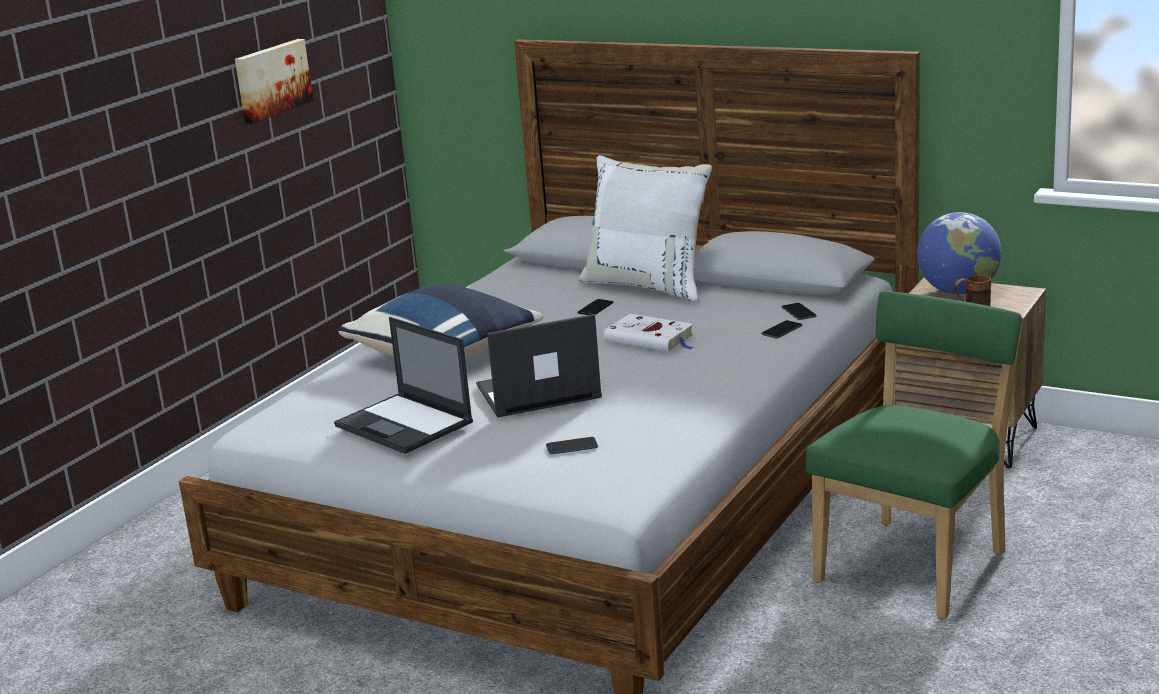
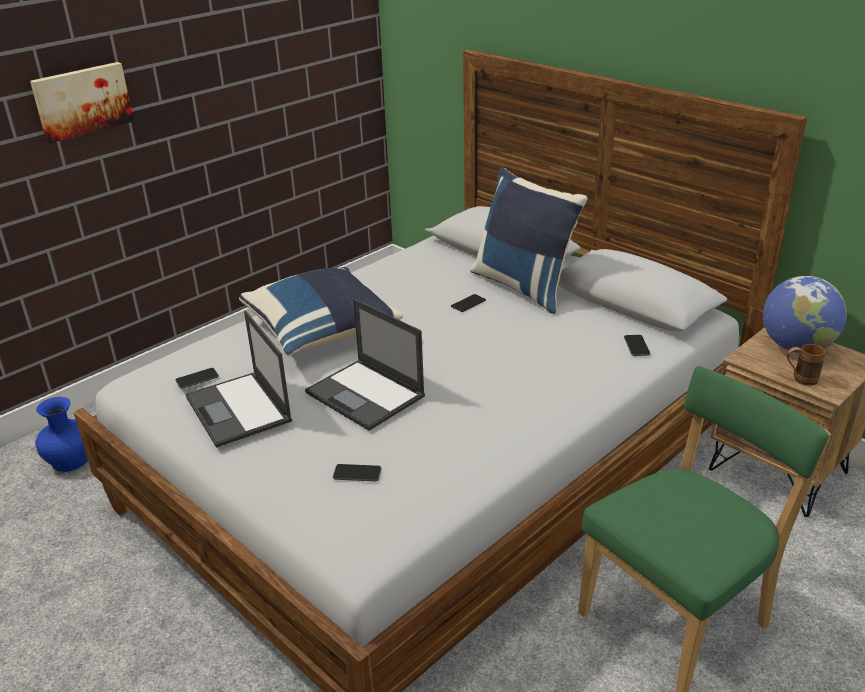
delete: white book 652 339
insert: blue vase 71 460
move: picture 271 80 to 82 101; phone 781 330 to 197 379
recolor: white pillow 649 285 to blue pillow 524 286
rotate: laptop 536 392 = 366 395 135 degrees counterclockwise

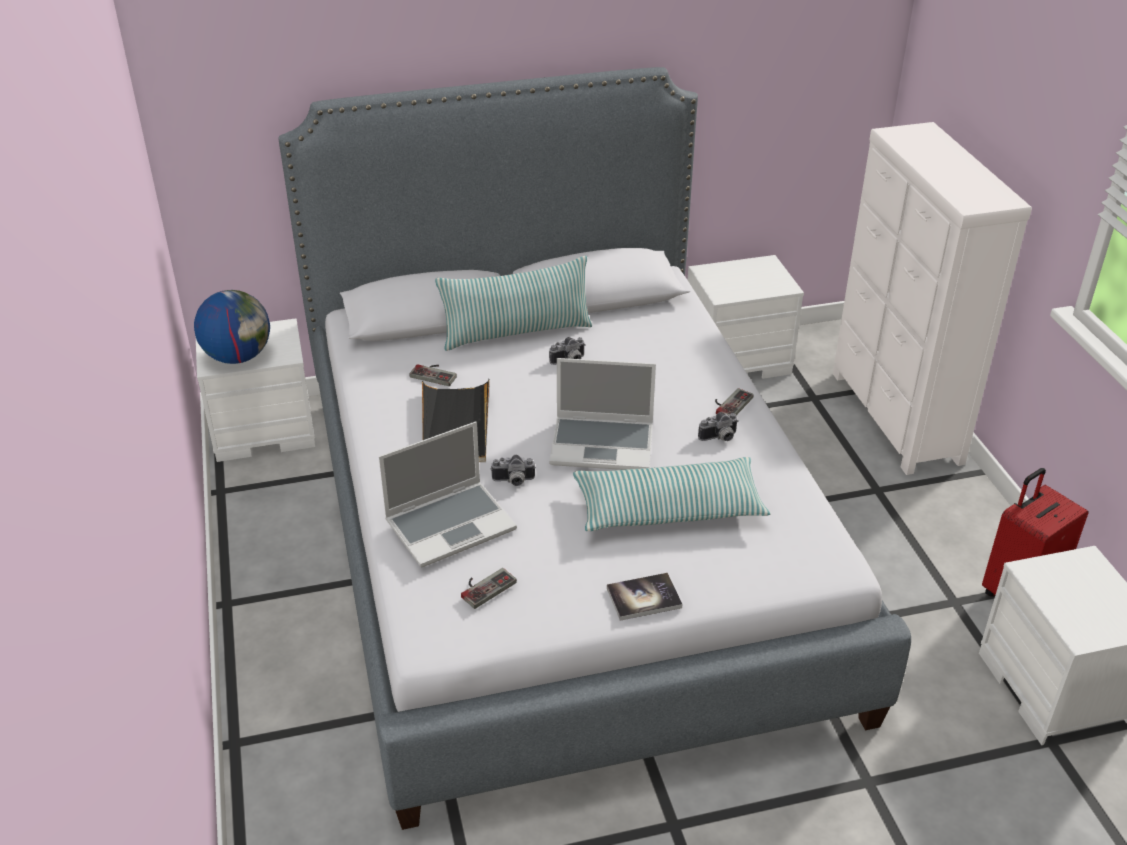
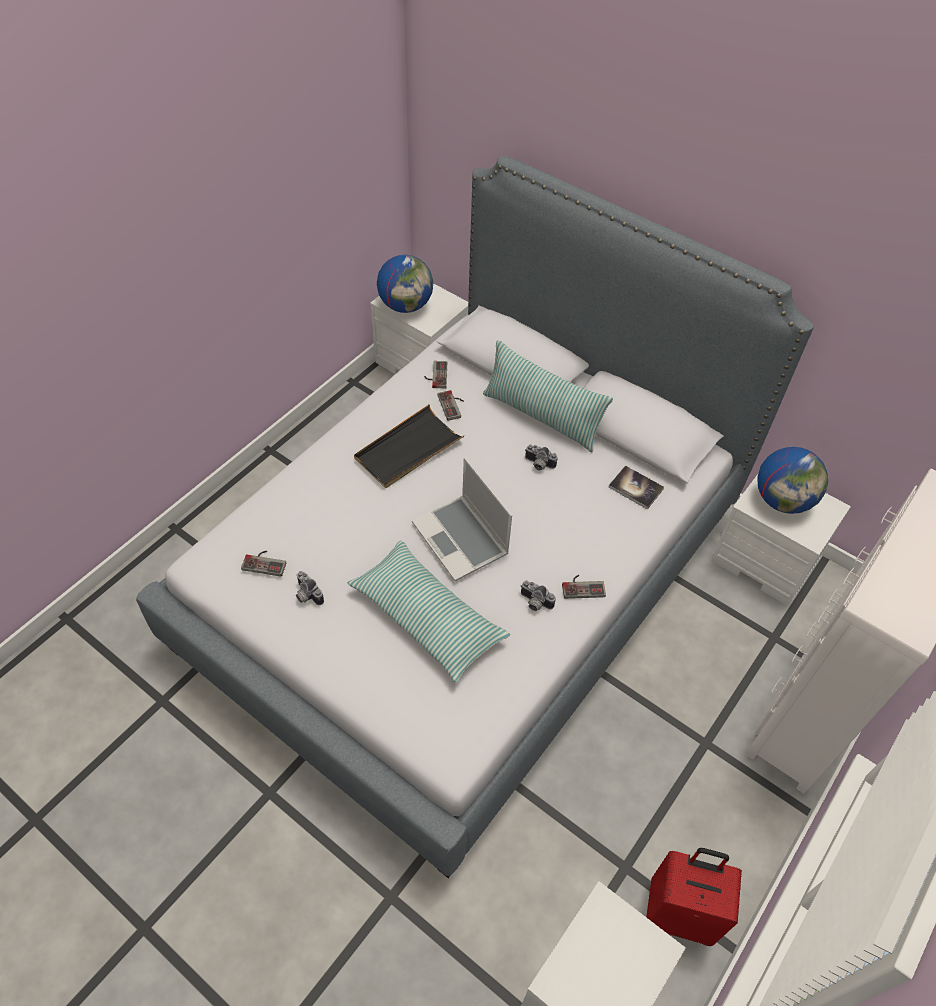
delete: laptop 451 524
insert: game controller 435 375; globe 782 500
move: photo camera 513 481 to 306 595; book 644 598 to 635 488

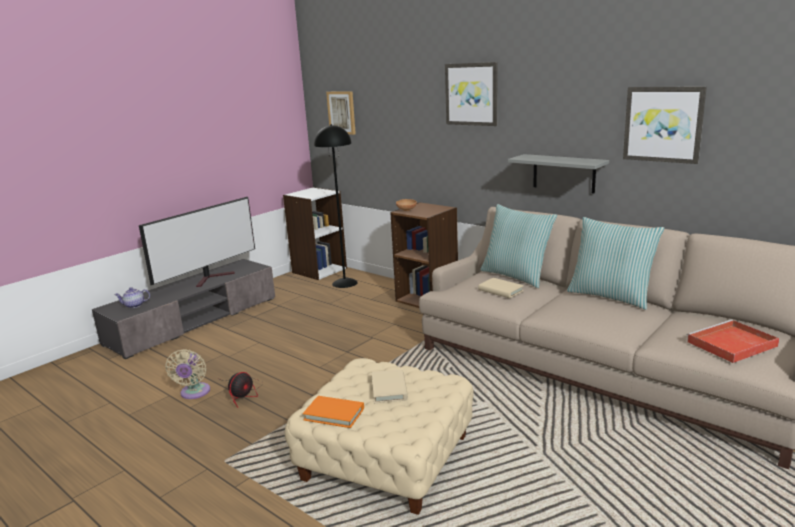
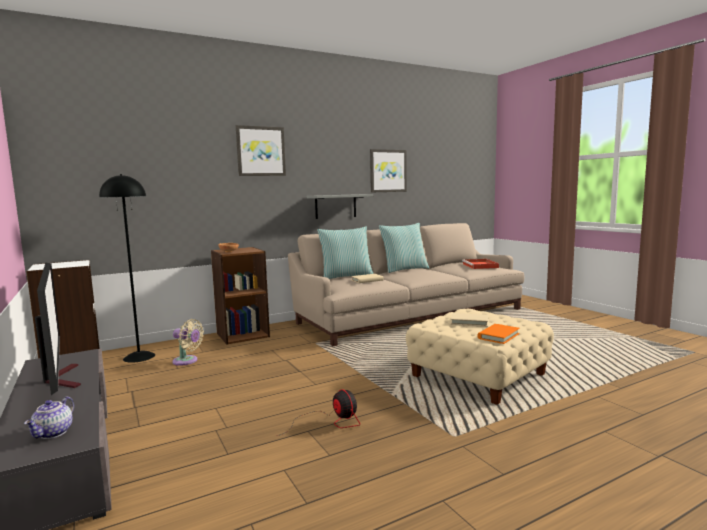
delete: picture 342 112
move: beige fan 194 393 to 187 361

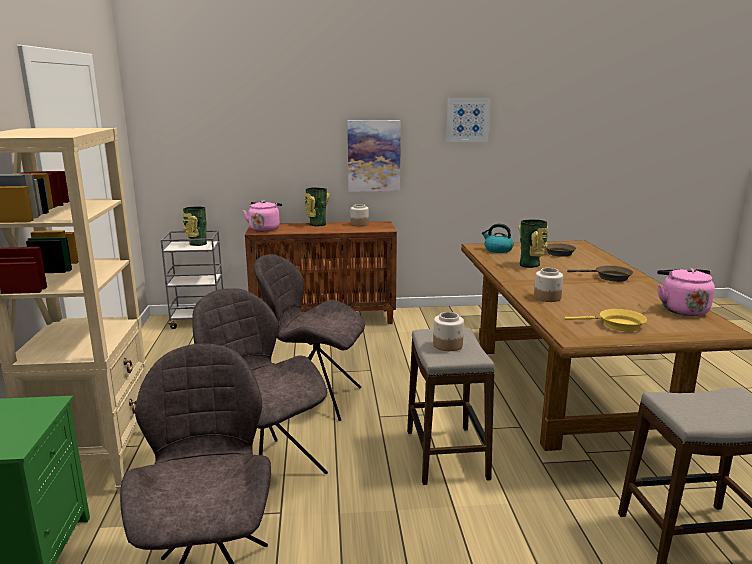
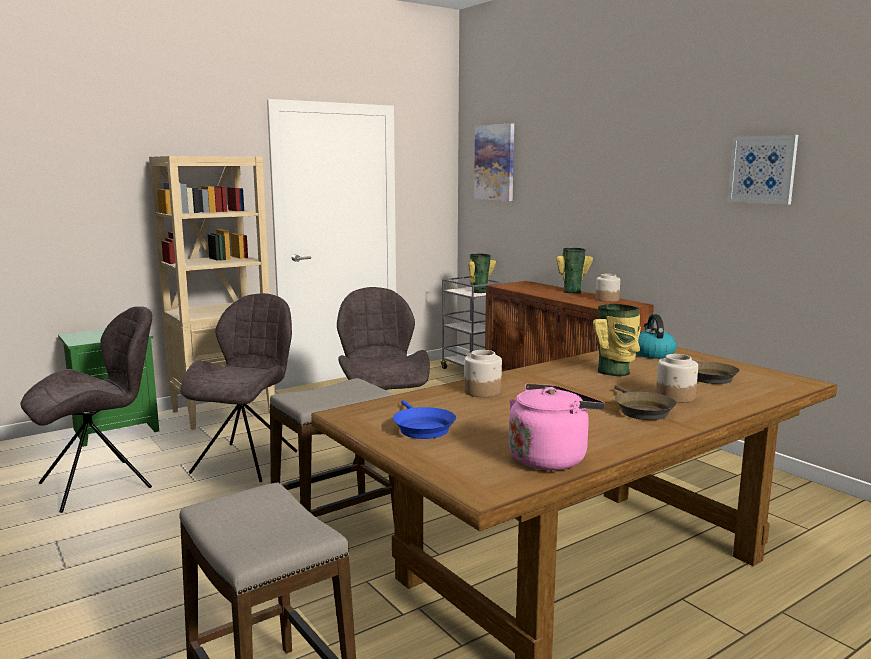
delete: pink kettle 265 229
move: picture 373 156 to 495 162; jar 448 345 to 675 397
recolor: yellow frying pan 617 325 to blue frying pan 422 428

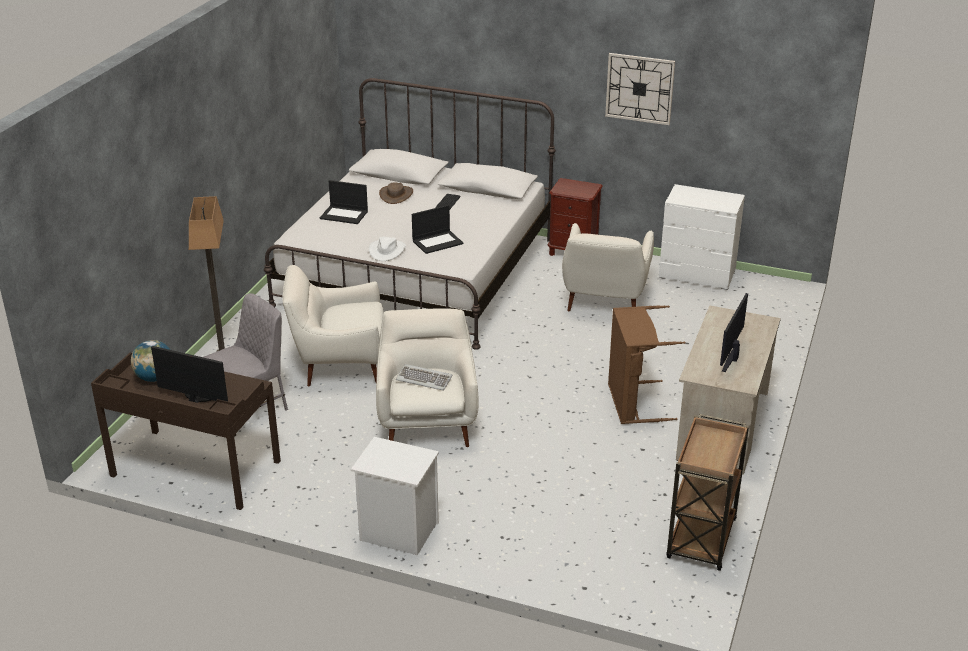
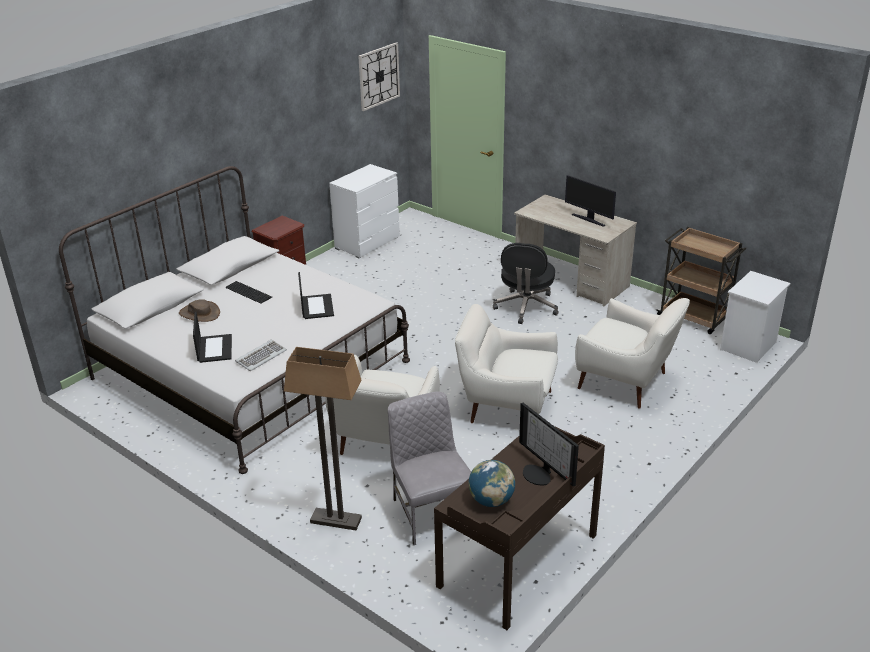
delete: white hat 387 250
move: wall clock 639 88 to 379 76; white armchair 604 301 to 626 382; keyboard 424 379 to 261 357; white nightstand 397 532 to 748 346
replace: brown laundry basket 632 403 to black office chair 526 307
rotate: laptop 344 215 = 214 348 45 degrees counterclockwise; monitor 197 397 = 540 474 75 degrees counterclockwise

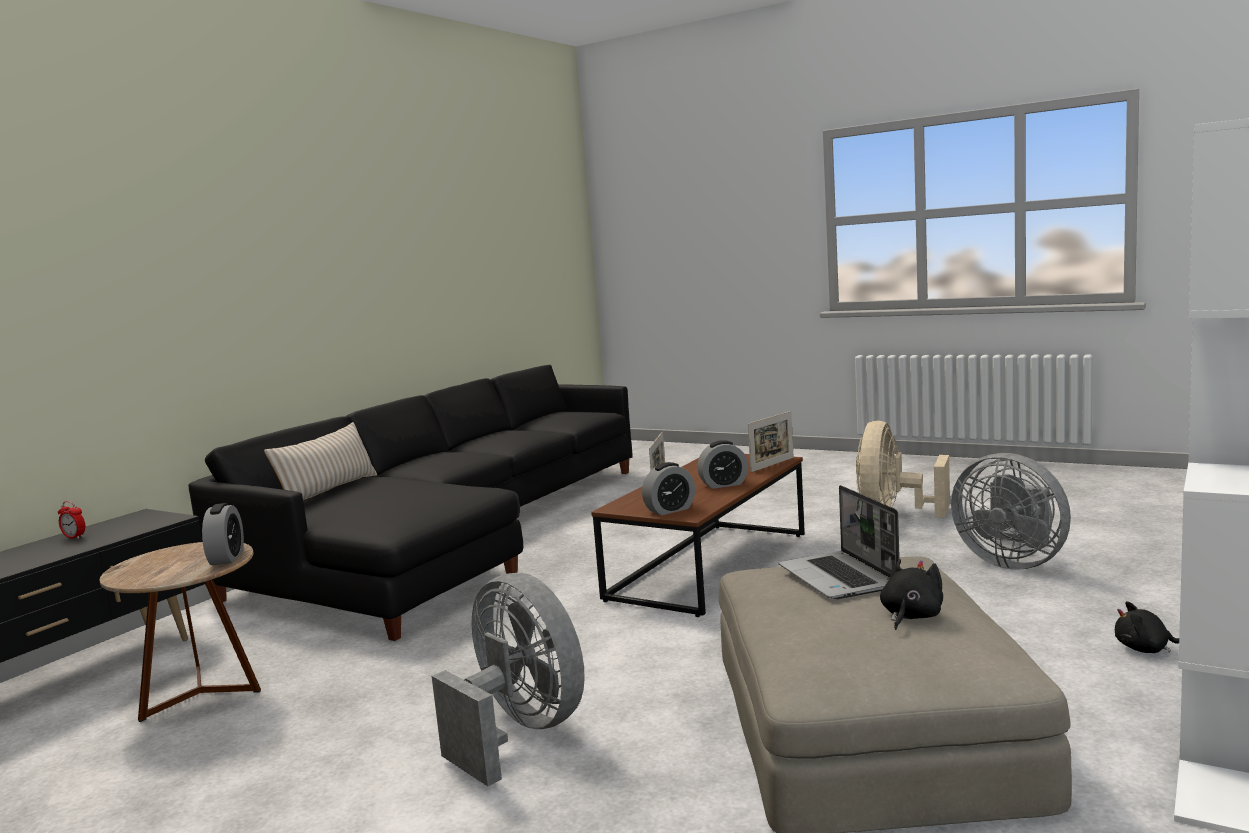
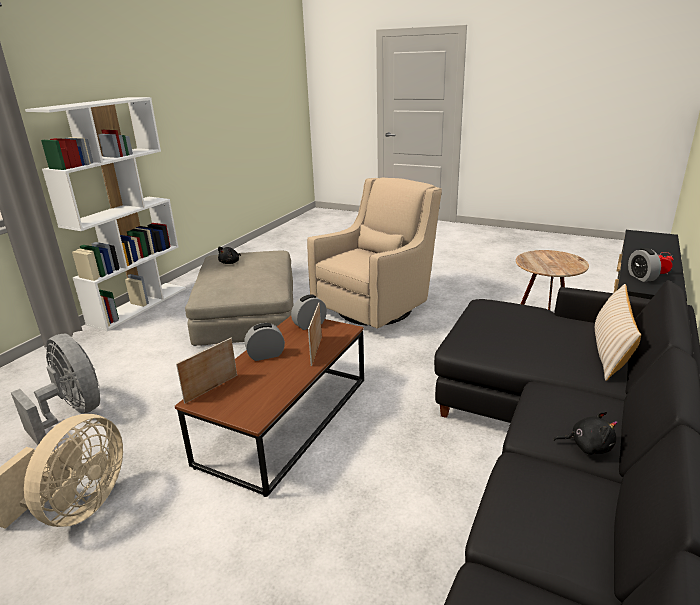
delete: laptop 839 578
move: alarm clock 227 558 to 641 277; black plush toy 1146 649 to 587 446
replace: grey fan 519 732 to beige armchair 377 307

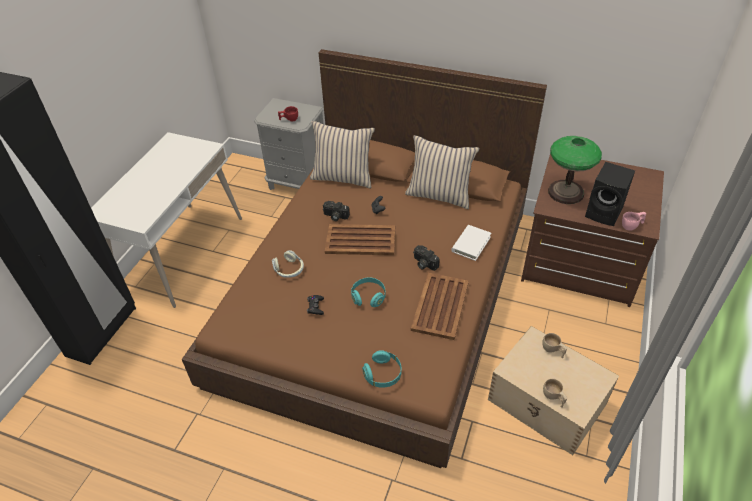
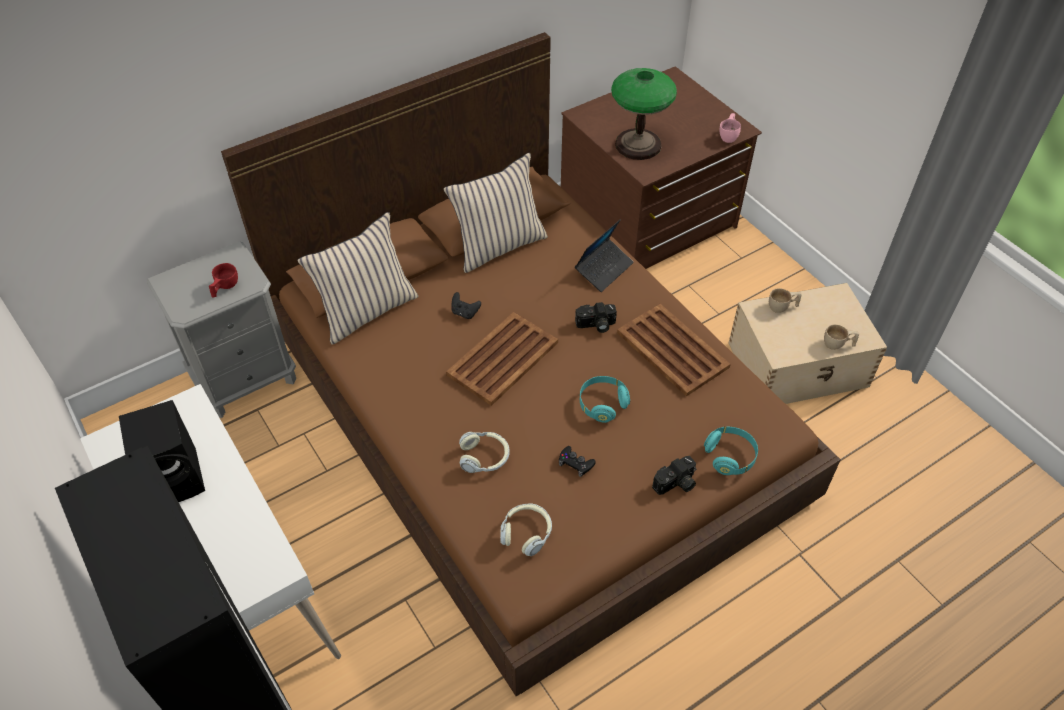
insert: headphones 526 533
move: black speaker 605 213 to 178 477; photo camera 335 216 to 676 484
replace: white book 471 244 to laptop 604 269

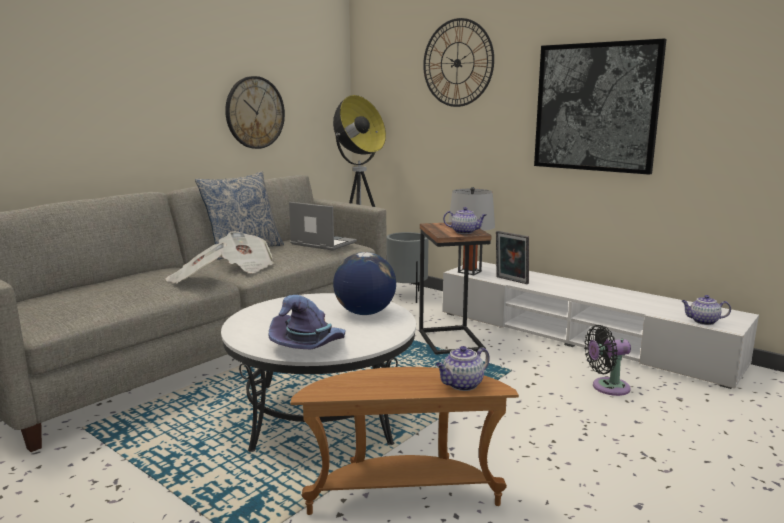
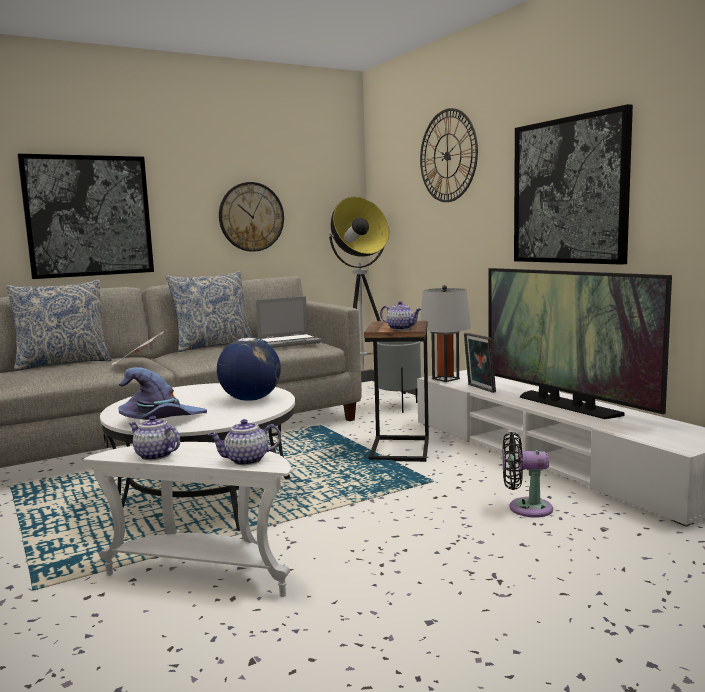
delete: newspaper 247 266
insert: picture 89 216; television 567 405; pillow 63 363
move: teapot 703 321 to 154 455
recolor: brown side table 402 494 to white side table 204 573
rotate: laptop 322 243 = 289 342 105 degrees clockwise

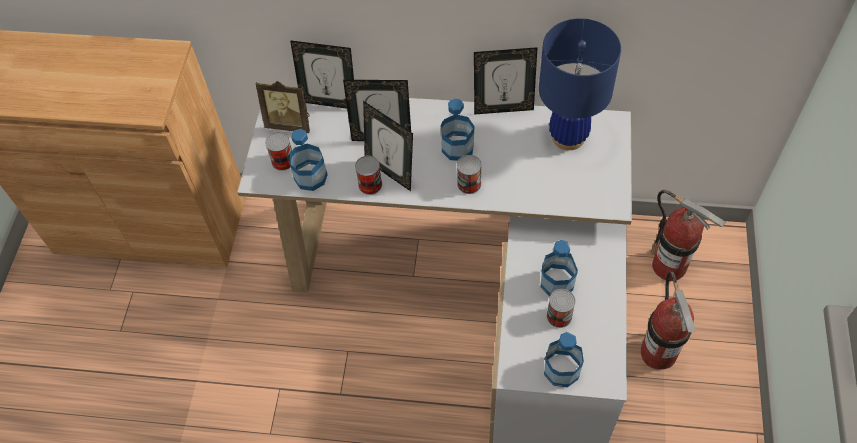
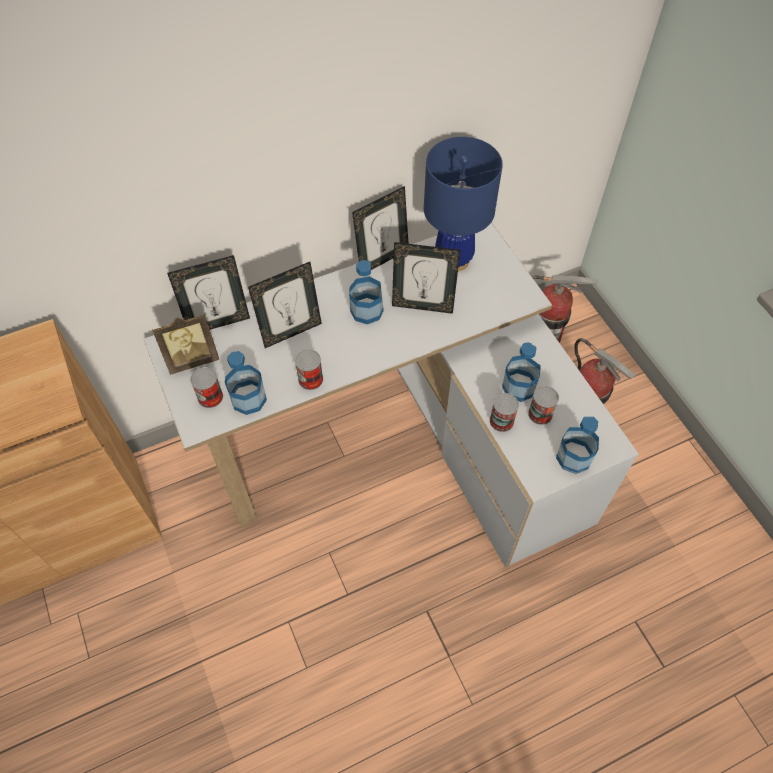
move: picture frame 390 172 to 422 305; can 469 184 to 501 421

